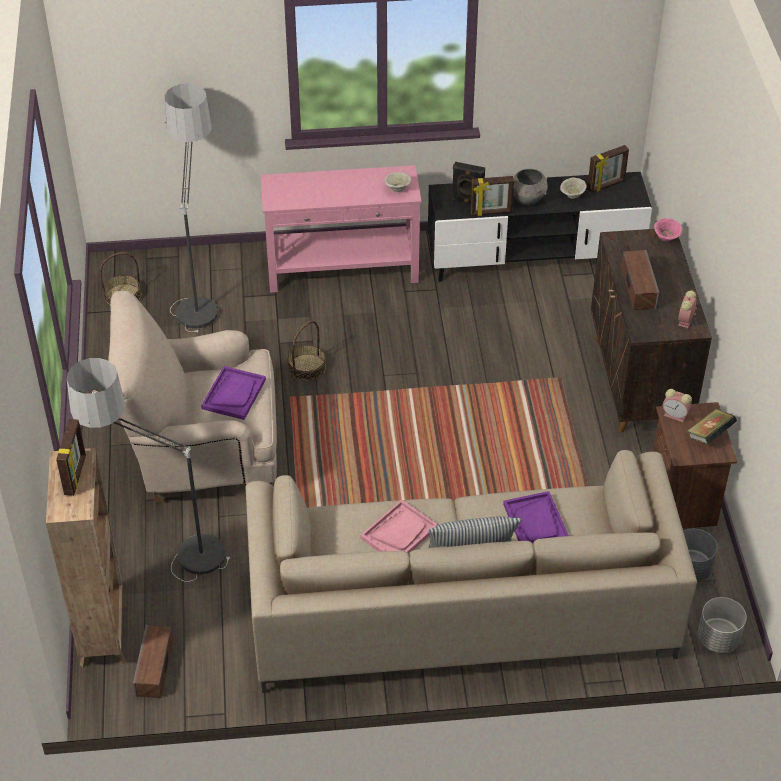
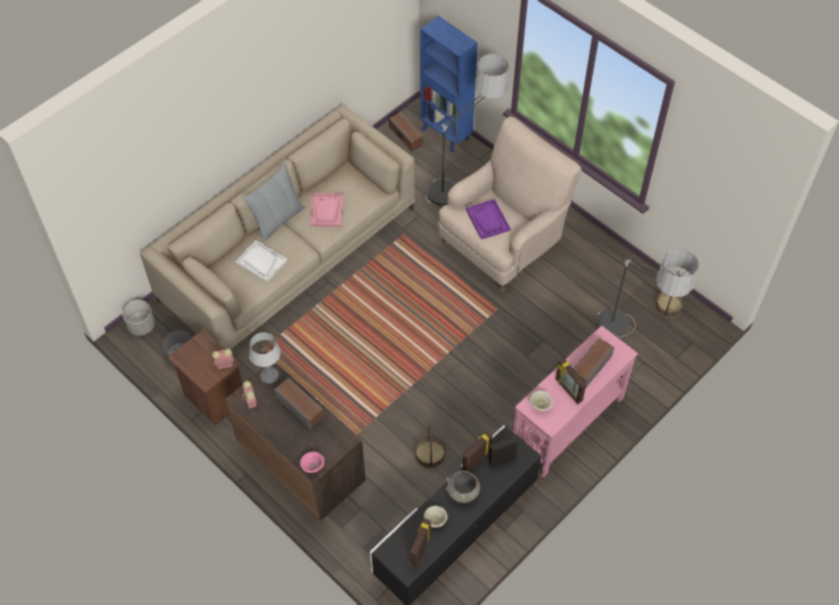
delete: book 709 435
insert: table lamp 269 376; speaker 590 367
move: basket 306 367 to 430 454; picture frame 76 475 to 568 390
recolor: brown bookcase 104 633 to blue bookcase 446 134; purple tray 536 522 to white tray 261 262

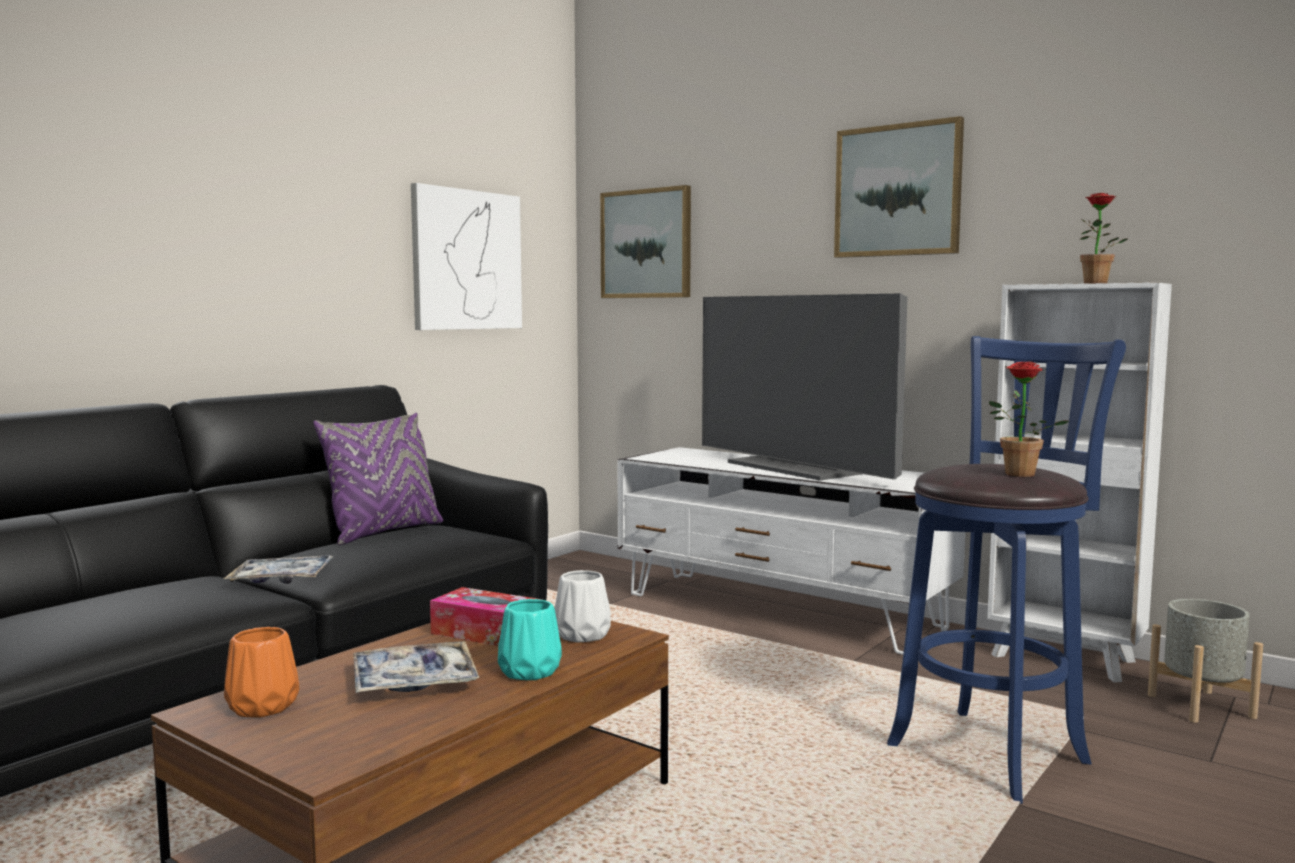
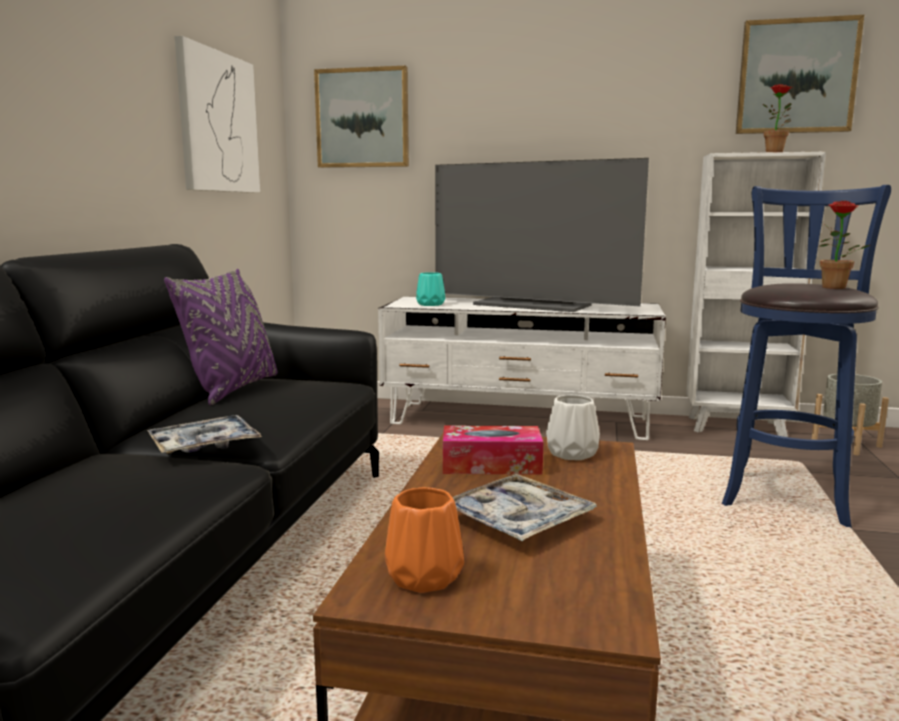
move: picture 898 191 to 796 77; turquoise vase 529 672 to 430 304

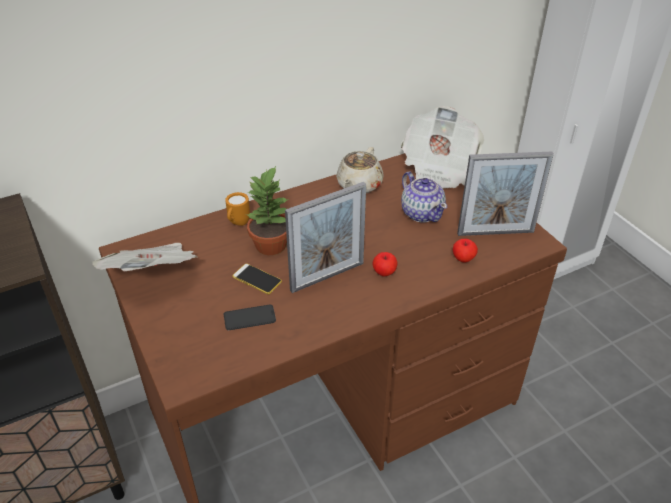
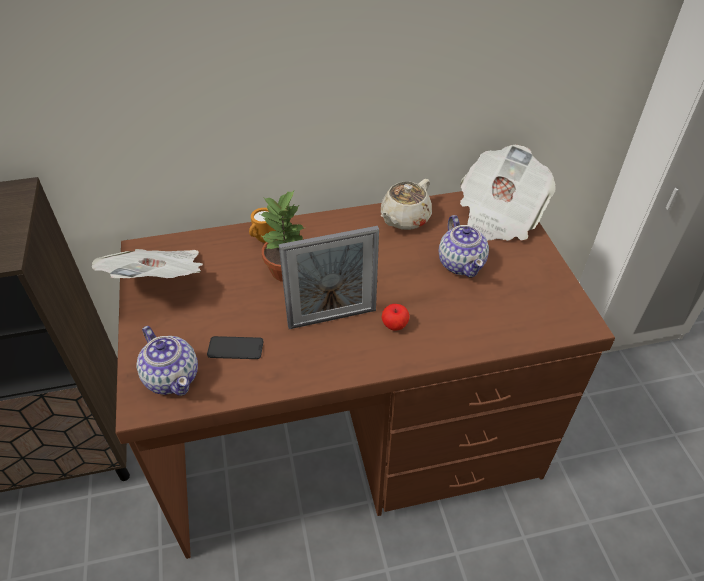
delete: picture frame 495 233; apple 463 258; phone 257 279
insert: teapot 172 377

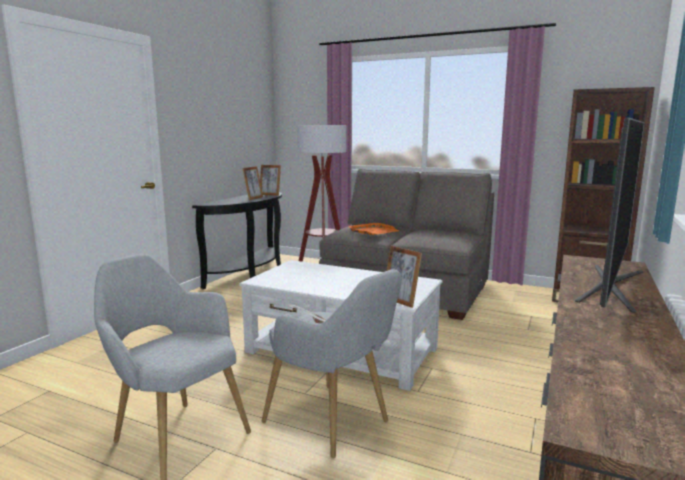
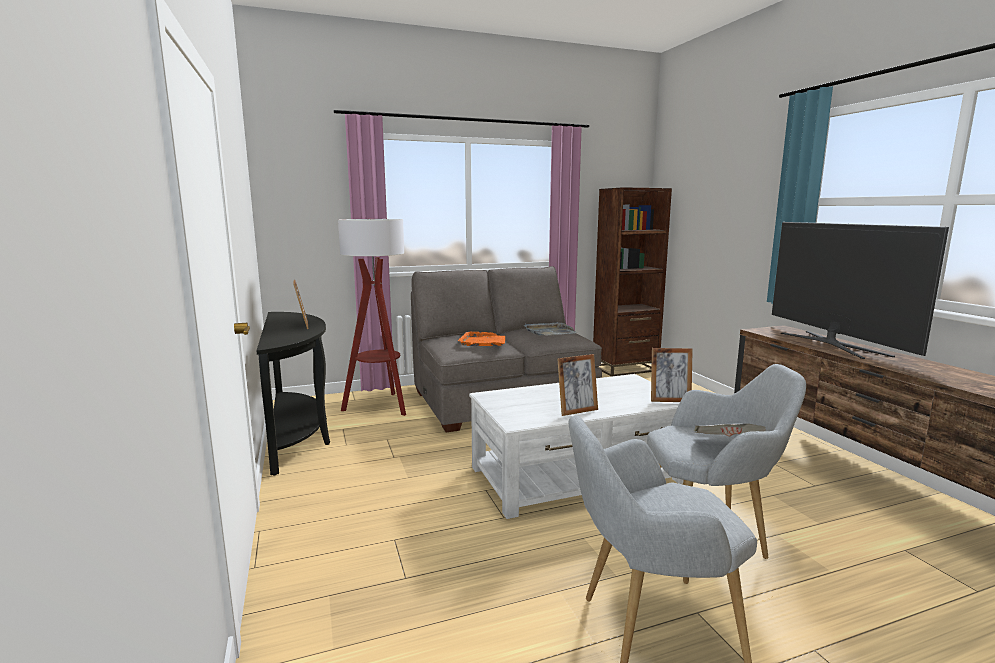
insert: grey tray 549 332
move: picture frame 270 194 to 577 411

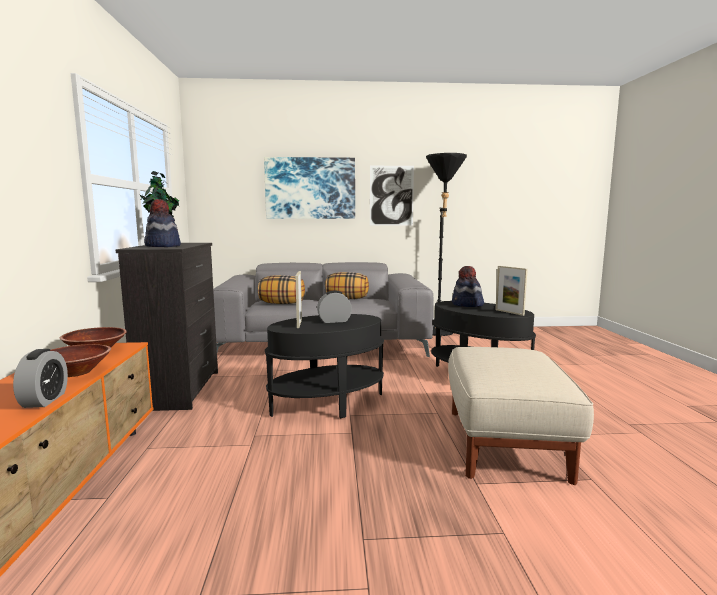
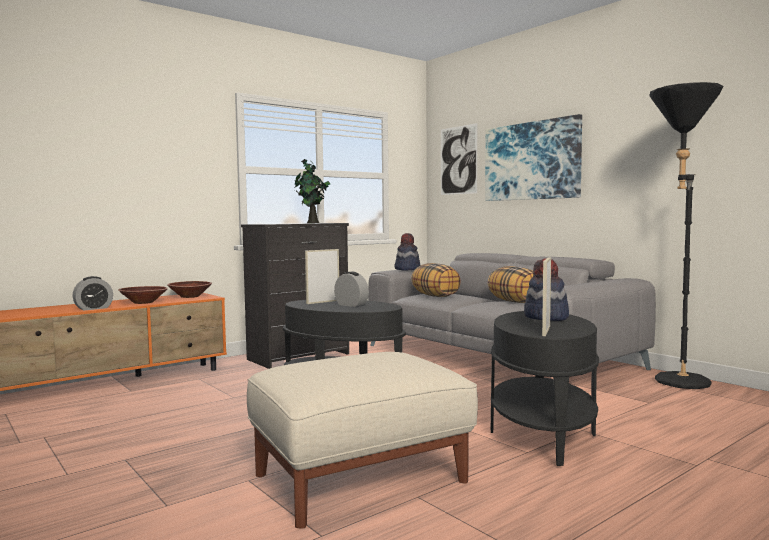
move: picture 391 195 to 458 160; hat 162 246 to 407 269

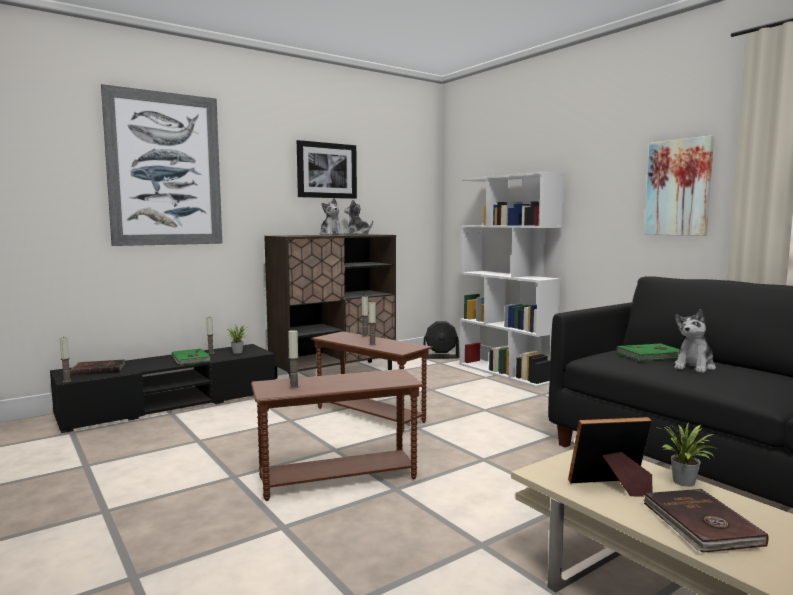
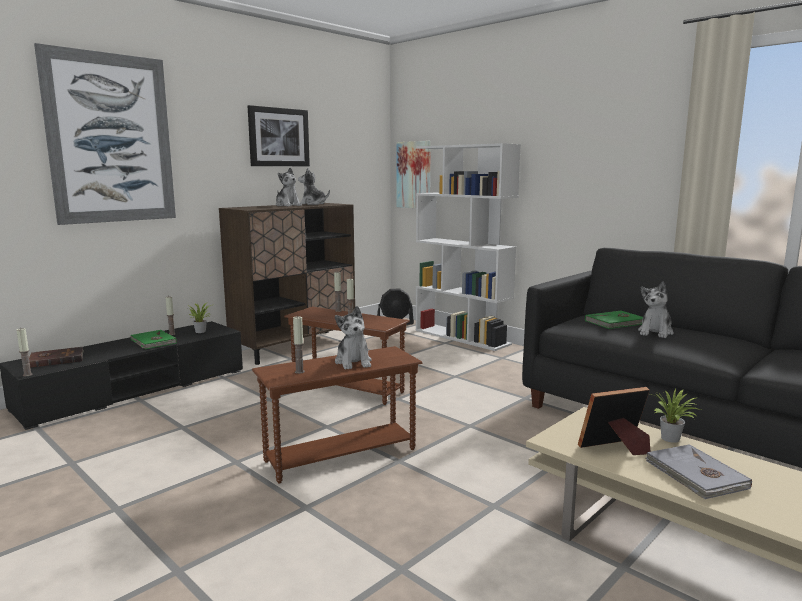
insert: plush toy 353 362
move: picture 678 187 to 414 175
recolor: brown book 700 524 to grey book 695 475

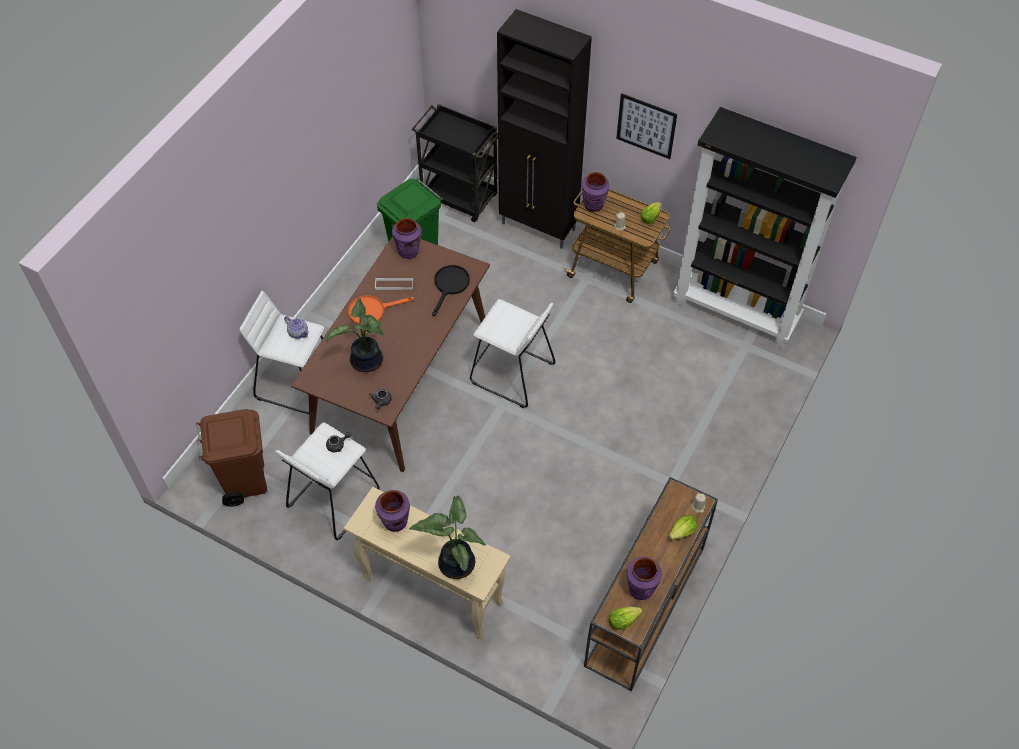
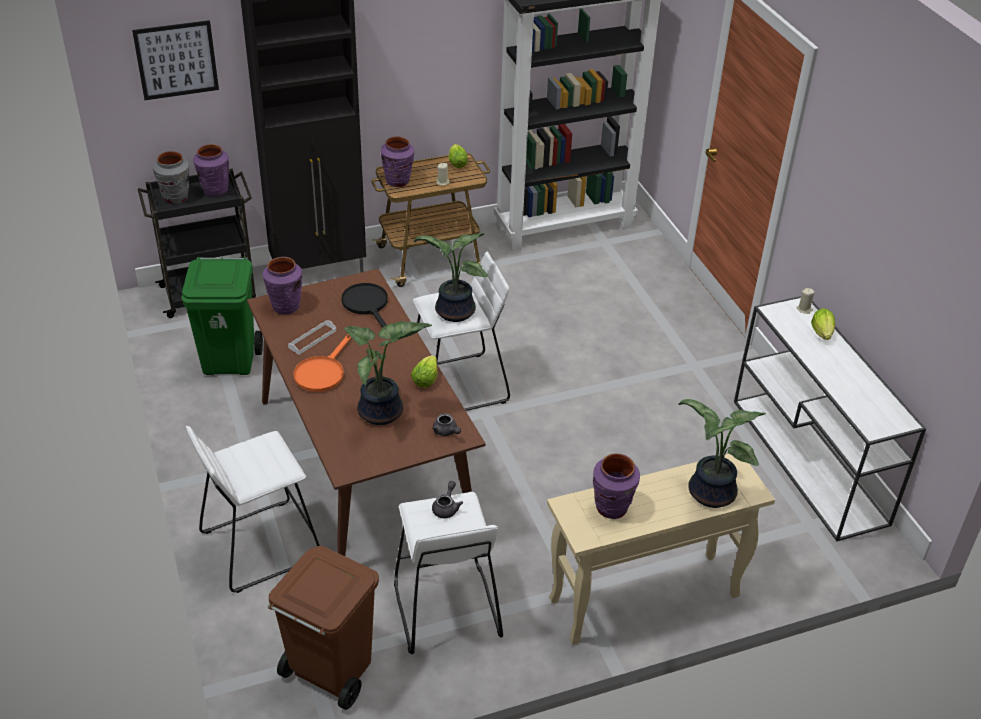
delete: teapot 298 332
insert: grey vase 176 198; potted plant 452 312
move: picture 646 126 to 176 60; purple vase 641 589 to 215 190; lettuce 625 620 to 426 378
recolor: brown console table 644 608 to white console table 810 462

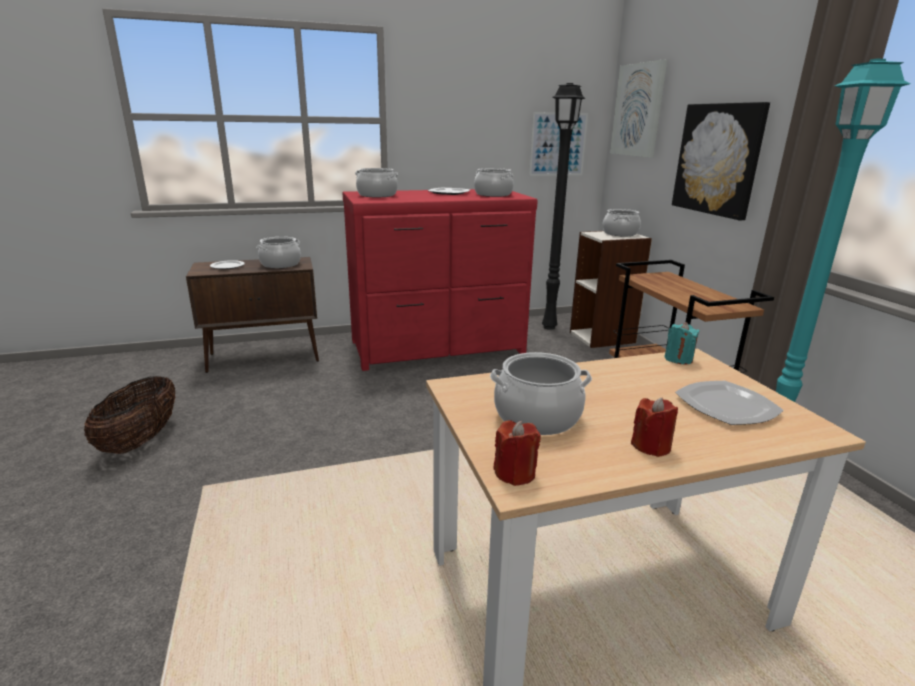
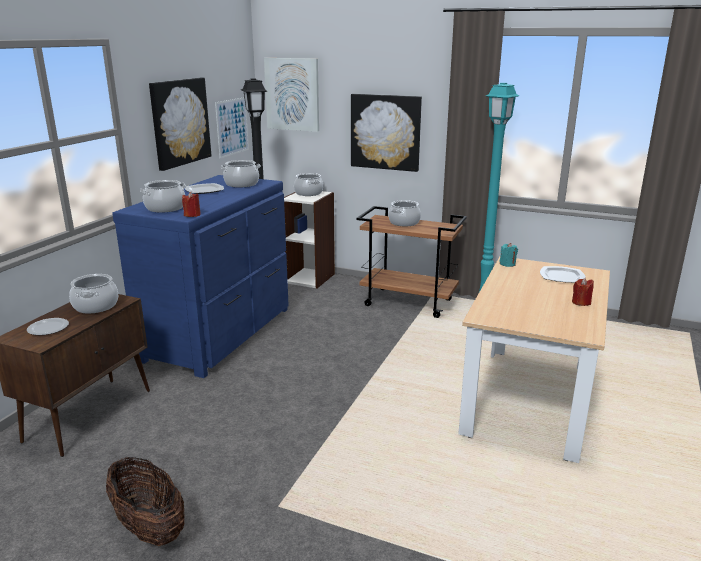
insert: picture 180 122
move: cooking pot 537 416 to 404 222; red candle 515 473 to 192 215
recolor: red dresser 438 347 to blue dresser 221 333

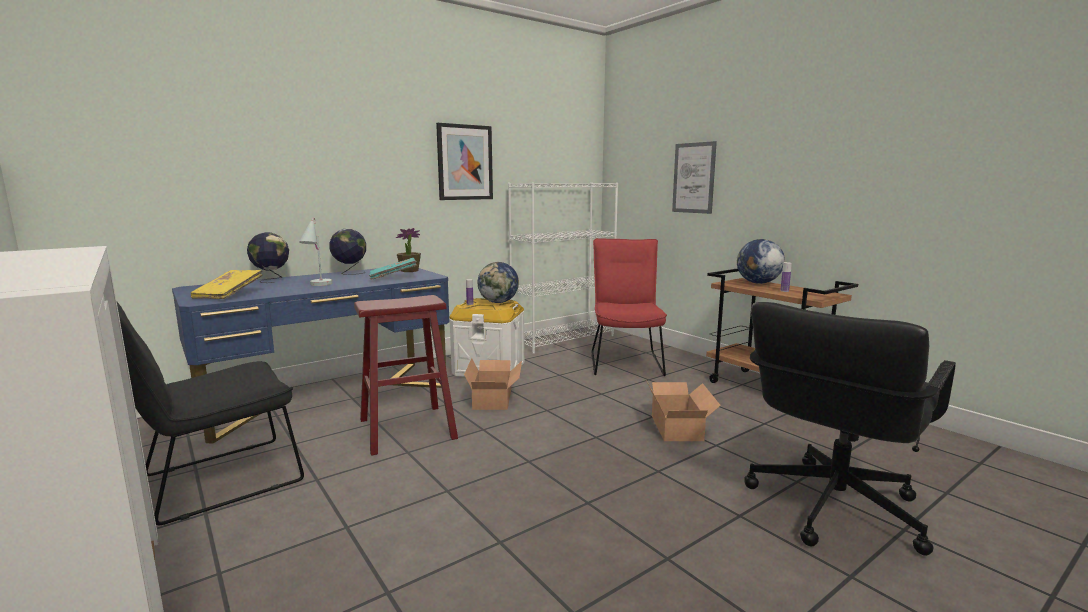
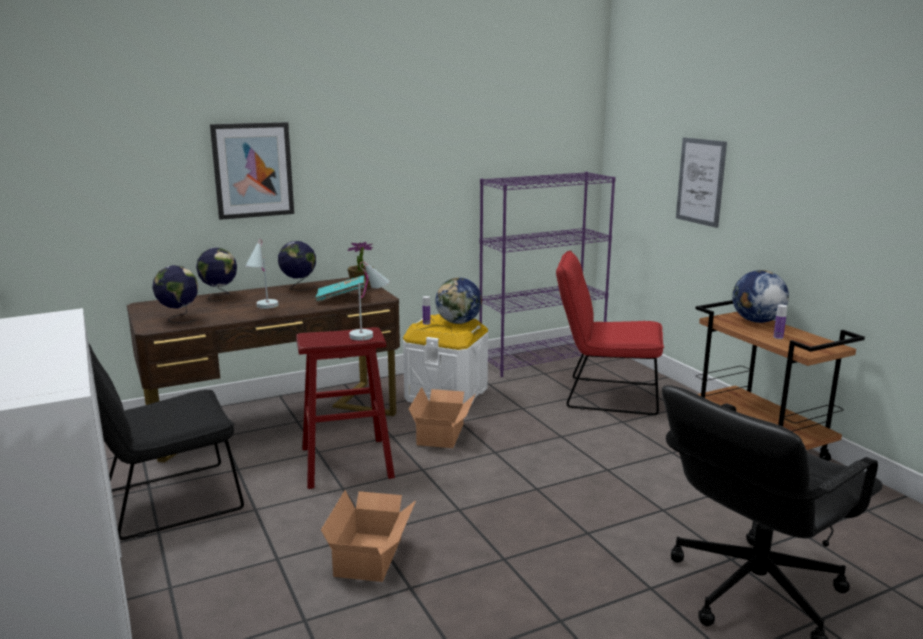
insert: white table lamp 370 334
move: picture 465 162 to 253 170; cardboard box 678 427 to 372 555
replace: yellow book 229 294 to globe 179 318
recolor: white bookcase 563 339 to purple bookcase 542 359; blue desk 328 397 to brown desk 274 418
rotate: red chair 625 361 = 604 395 90 degrees counterclockwise

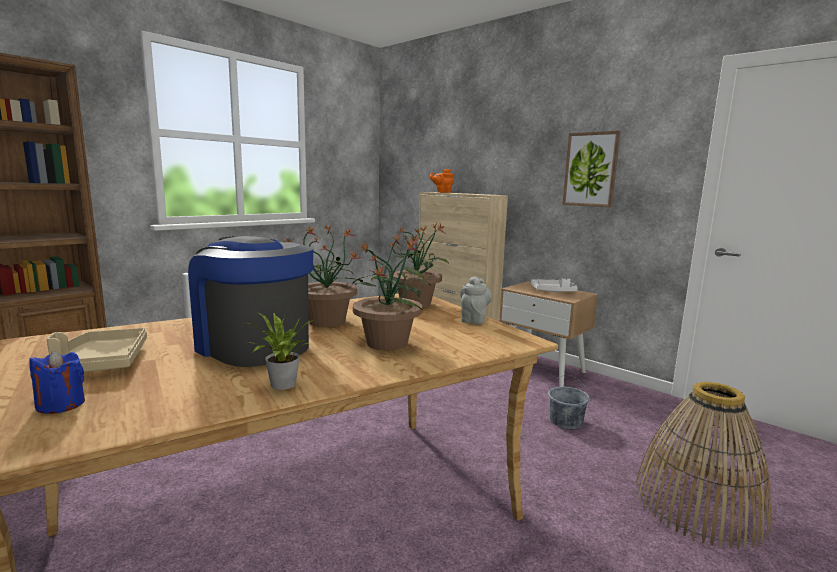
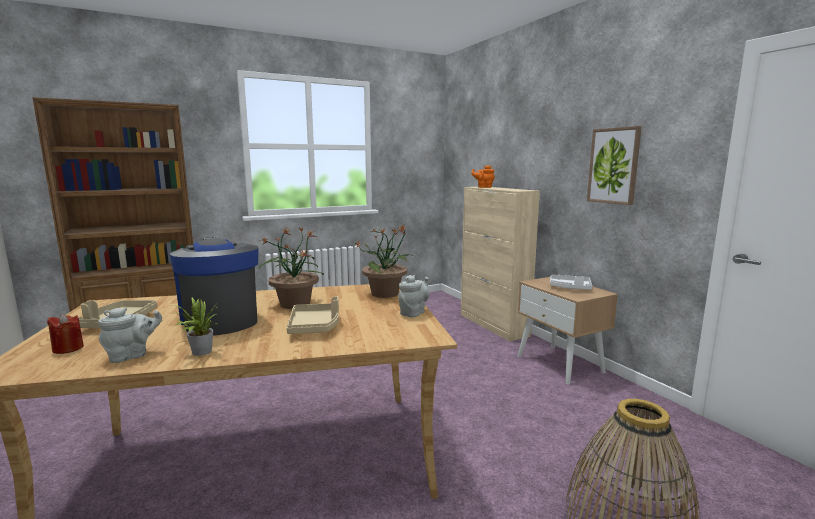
delete: grey bucket 566 421
insert: grey teapot 132 356
replace: potted plant 387 342 to beige tray 315 327
recolor: blue candle 61 405 to red candle 68 348

